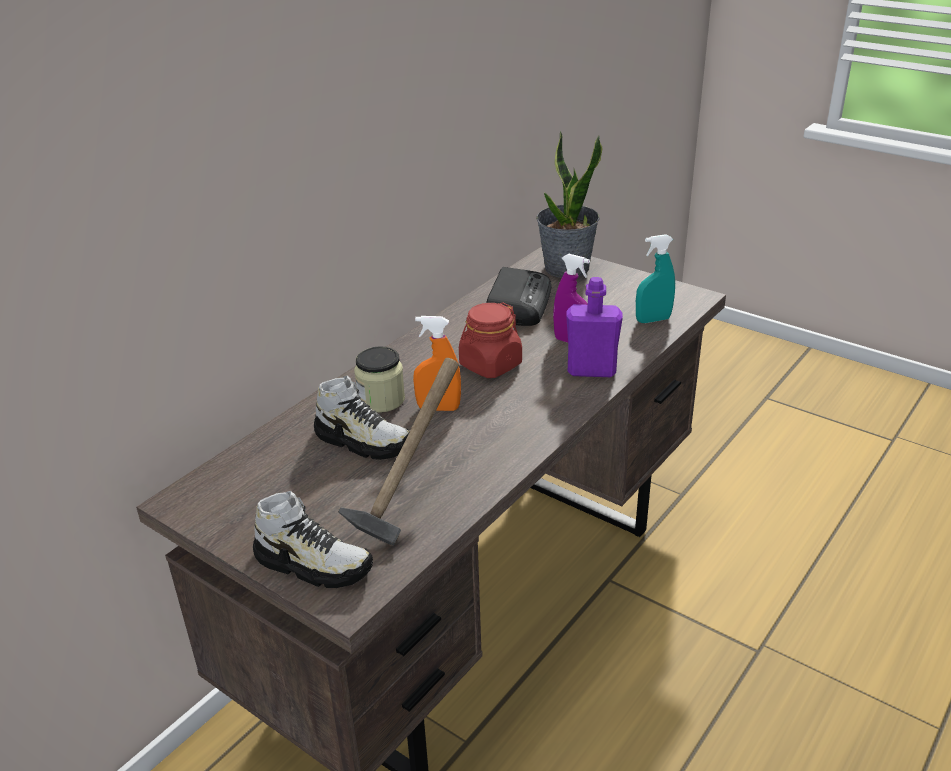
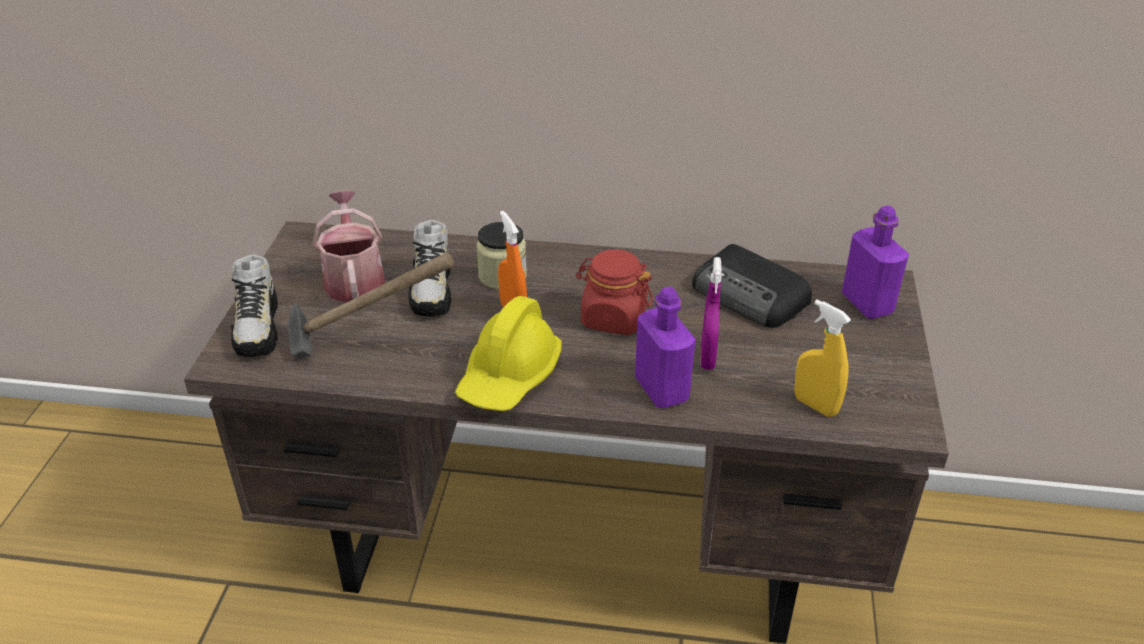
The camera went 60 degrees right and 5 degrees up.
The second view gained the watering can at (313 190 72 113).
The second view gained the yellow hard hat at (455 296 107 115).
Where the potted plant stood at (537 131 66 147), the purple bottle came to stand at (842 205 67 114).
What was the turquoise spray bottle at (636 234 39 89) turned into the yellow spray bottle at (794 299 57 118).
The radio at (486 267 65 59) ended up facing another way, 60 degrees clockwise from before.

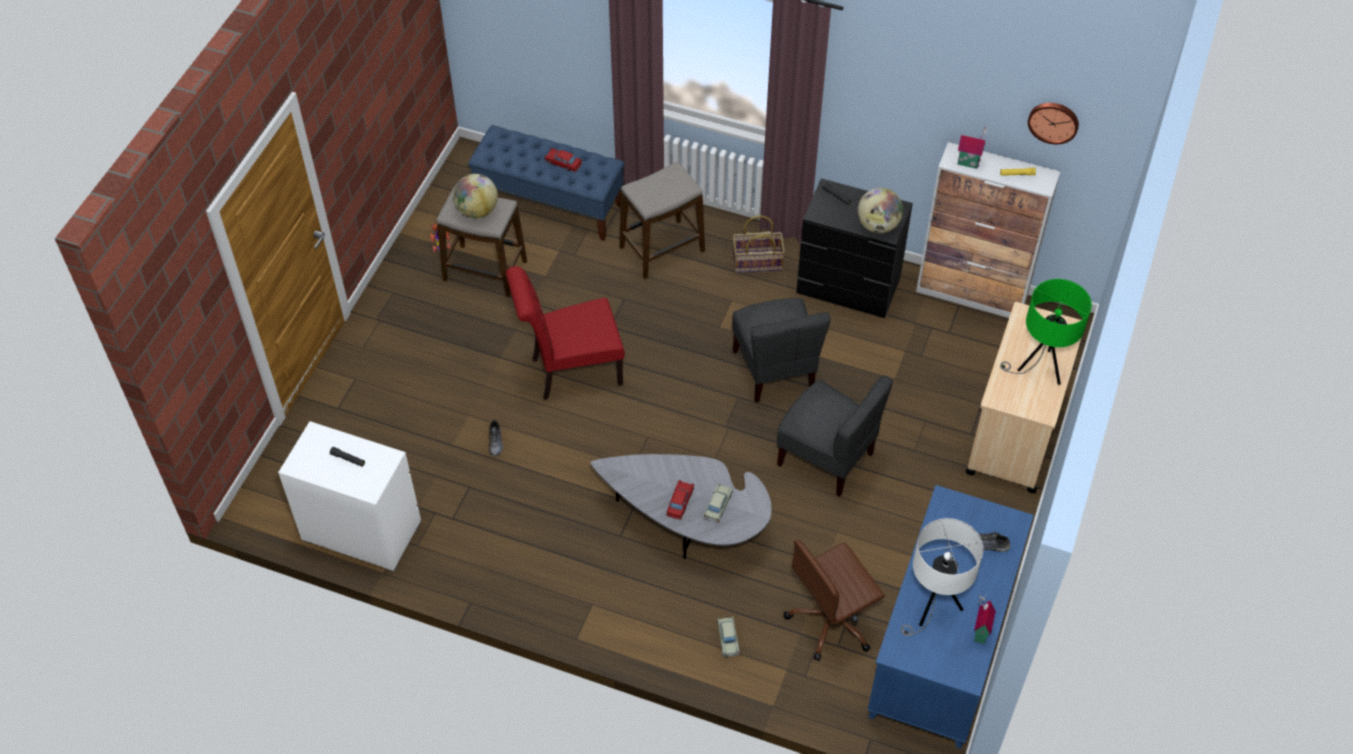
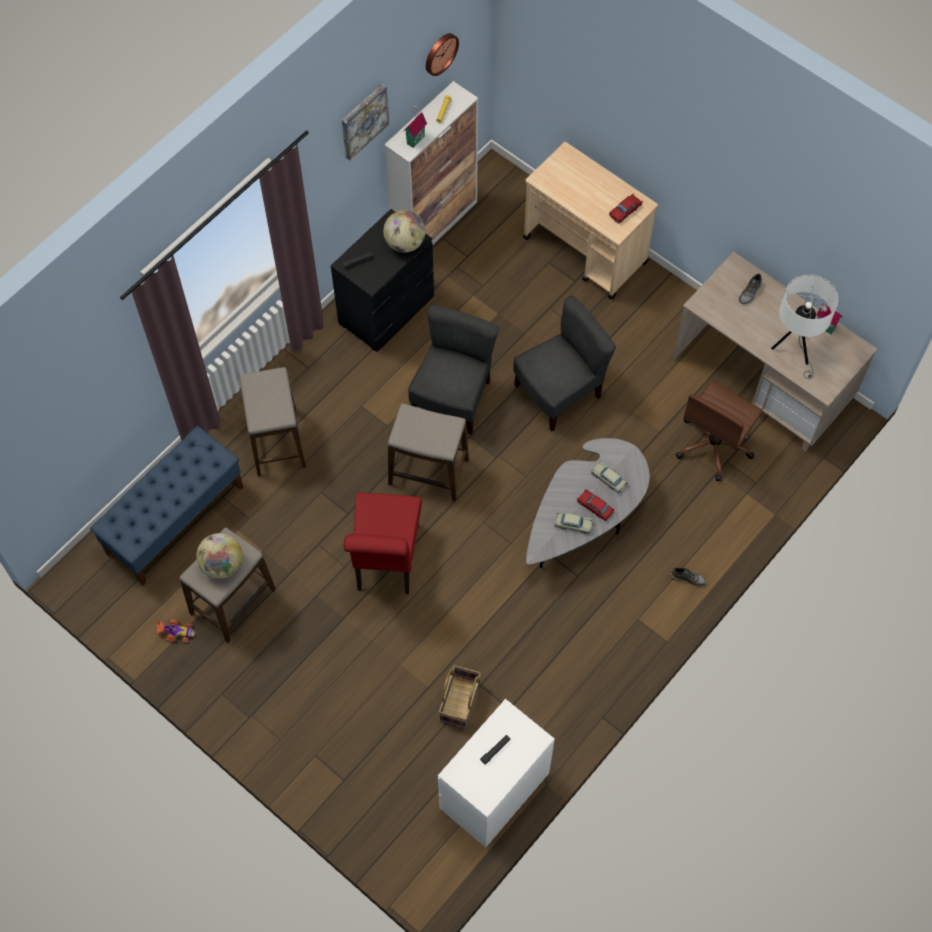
The camera went 70 degrees left and 10 degrees up.
The second view lost the green table lamp at (1000 279 92 106).
The second view gained the picture at (342 84 47 76).
The second view gained the stool at (388 403 81 99).
The grey shoe ended up elsewhere, having gone from (489 420 14 36) to (670 568 36 19).
The red toy car ended up elsewhere, having gone from (544 148 38 24) to (609 193 34 31).
The beige toy car ended up elsewhere, having gone from (717 616 23 41) to (555 512 38 22).
The basket ended up elsewhere, having gone from (733 215 52 58) to (439 665 42 63).
What was the blue desk at (868 485 166 264) turned into the beige desk at (673 252 204 200).
The grey chair at (732 298 99 105) ended up facing another way, 75 degrees counterclockwise from before.
The brown office chair at (784 539 101 122) ended up facing another way, 45 degrees clockwise from before.

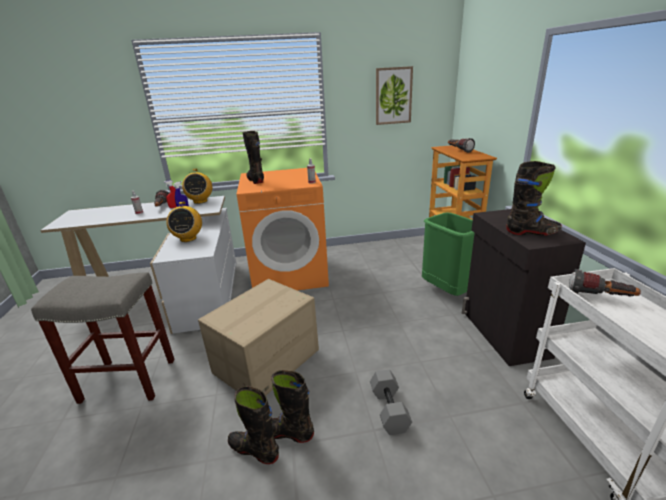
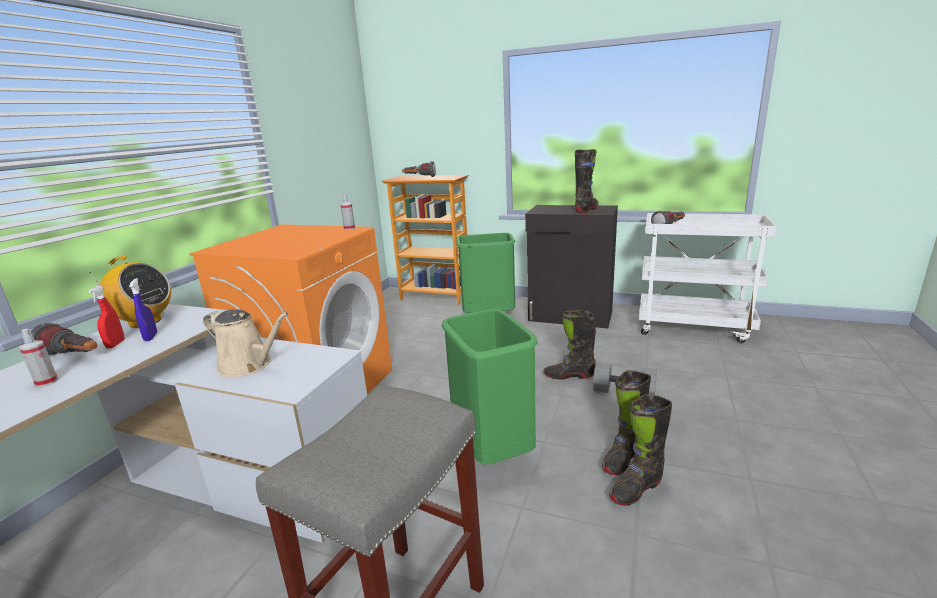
The camera went 60 degrees left and 5 degrees down.
The second view lost the picture at (376 66 37 59).
The black boot ended up elsewhere, having gone from (242 131 22 53) to (544 310 52 70).
Where the radio stood at (166 202 36 40), the beige watering can came to stand at (203 309 86 68).
Where the cardboard box stood at (198 279 121 116), the green trash can came to stand at (442 309 96 155).

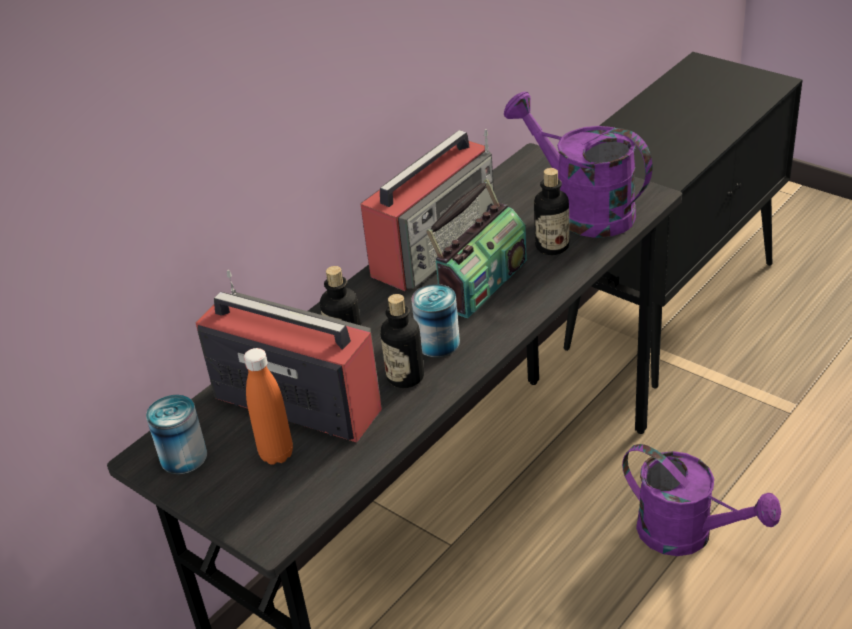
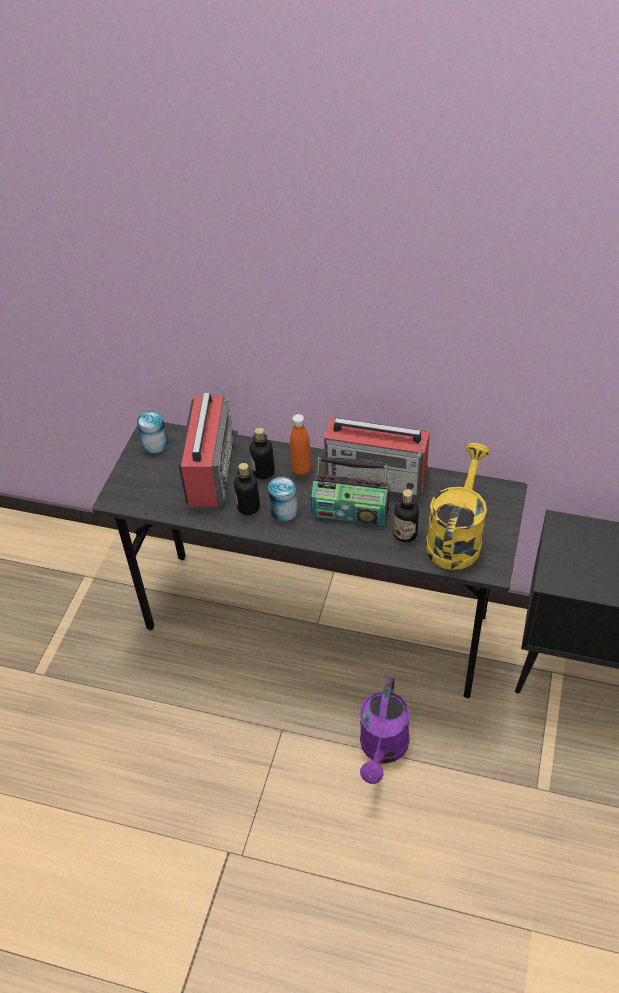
The camera went 65 degrees right and 10 degrees up.
The orange bottle ended up elsewhere, having gone from (244 348 49 117) to (290 414 21 62).
What was the purple watering can at (504 92 148 146) turned into the yellow watering can at (426 443 64 127).

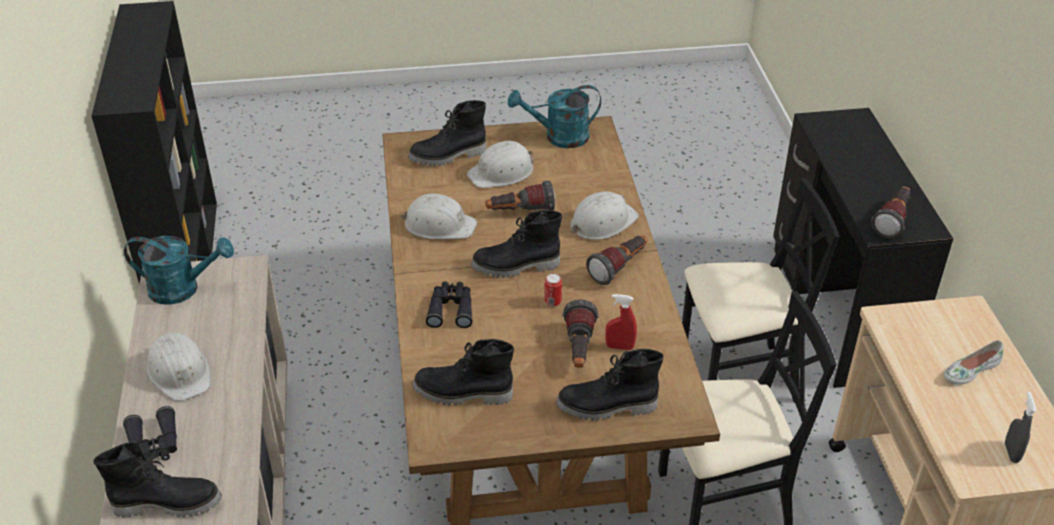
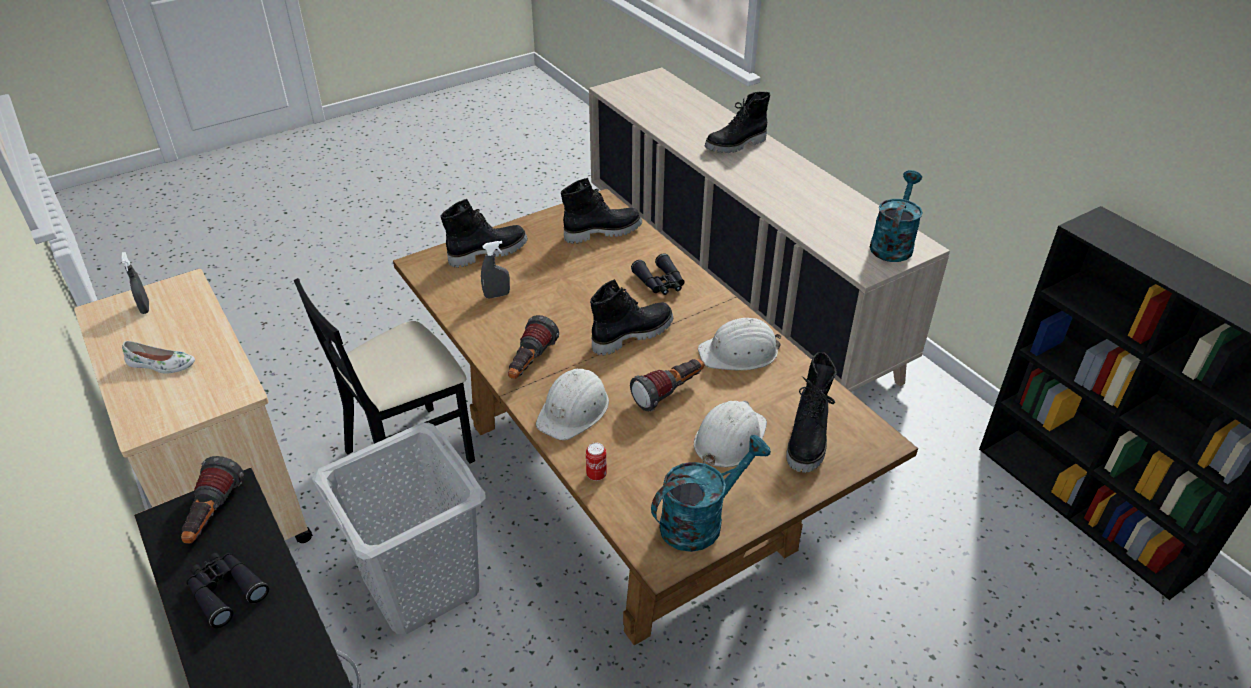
The camera went 155 degrees right and 0 degrees up.
The second view lost the white hard hat at (146 333 65 68).
The second view lost the flashlight at (562 300 37 68).
The black binoculars ended up elsewhere, having gone from (123 406 54 55) to (186 553 83 75).
The can ended up elsewhere, having gone from (544 274 18 33) to (586 443 21 38).
Where the black chair stood at (682 178 157 225), the grey laundry basket came to stand at (312 423 174 211).
What was the red spray bottle at (605 294 32 56) turned into the grey spray bottle at (481 241 29 58).
The turquoise watering can at (124 236 110 69) ended up facing another way, 135 degrees clockwise from before.
The black boot at (408 100 78 66) ended up facing another way, 150 degrees clockwise from before.
The white shoe at (944 340 59 45) ended up facing another way, 60 degrees clockwise from before.

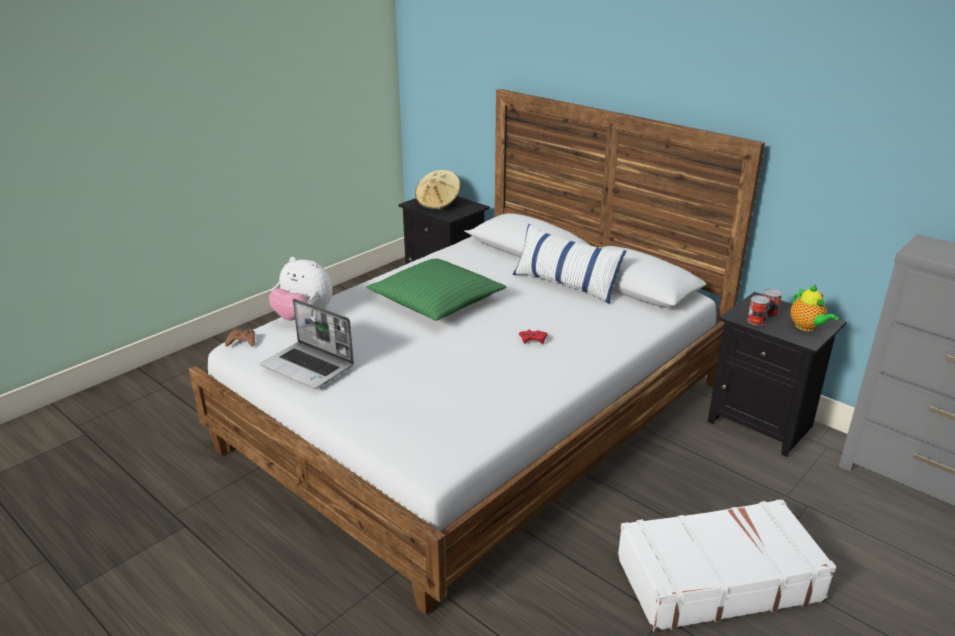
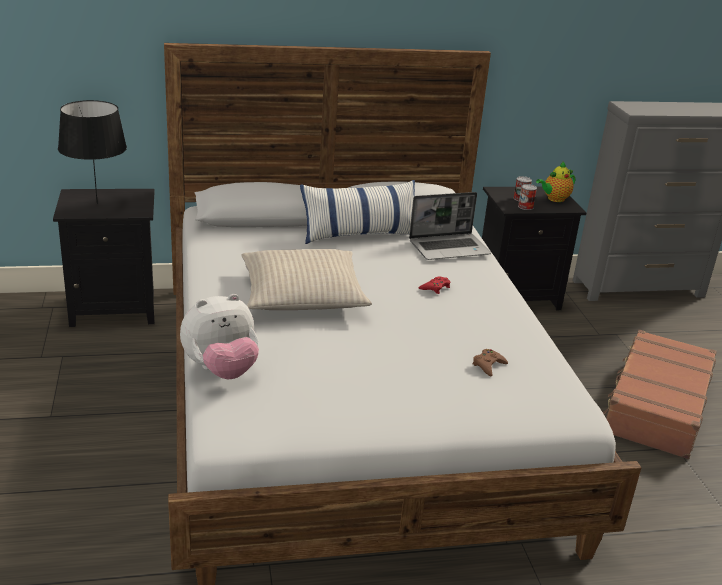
The camera went 55 degrees left and 0 degrees up.
The brown game controller ended up elsewhere, having gone from (225 329 30 18) to (473 349 35 27).
The laptop ended up elsewhere, having gone from (260 298 94 91) to (409 192 82 68).
Where the beige hat stood at (415 170 46 40), the black table lamp came to stand at (58 100 69 104).
What was the green pillow at (367 258 140 63) turned into the beige pillow at (241 249 131 61).
What was the white suitcase at (617 499 219 133) turned into the brown suitcase at (603 330 114 129).
The teapot at (790 284 48 47) ended up facing another way, 135 degrees clockwise from before.

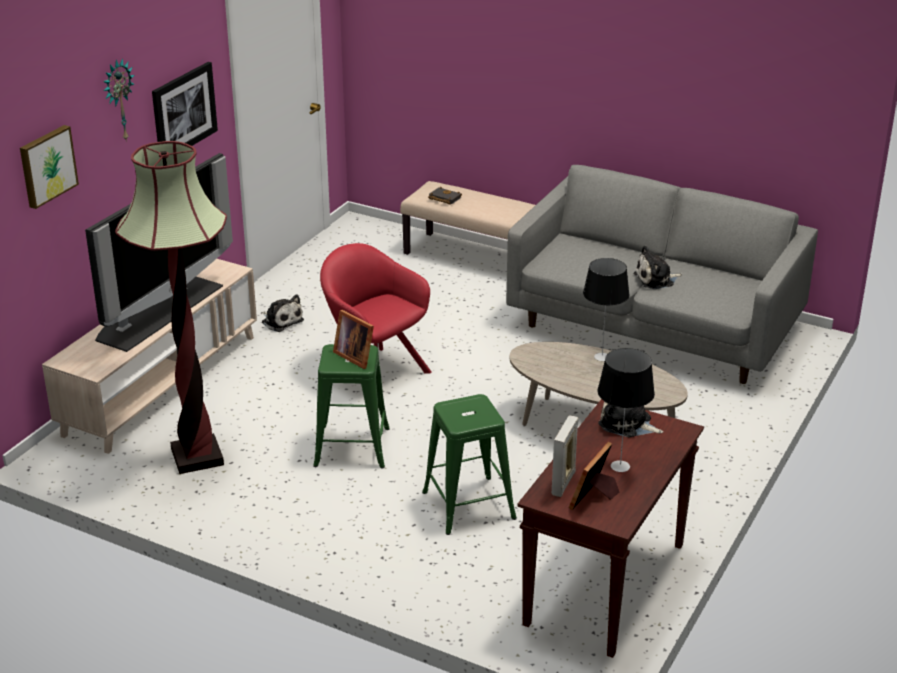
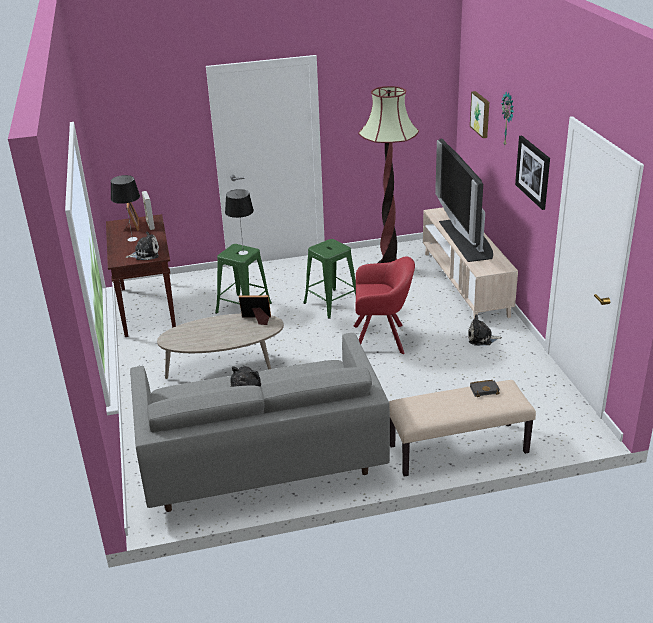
The camera went 140 degrees right and 0 degrees up.
The picture frame ended up elsewhere, having gone from (333 310 41 59) to (239 295 32 30).
The table lamp ended up elsewhere, having gone from (583 258 46 103) to (225 189 29 66).

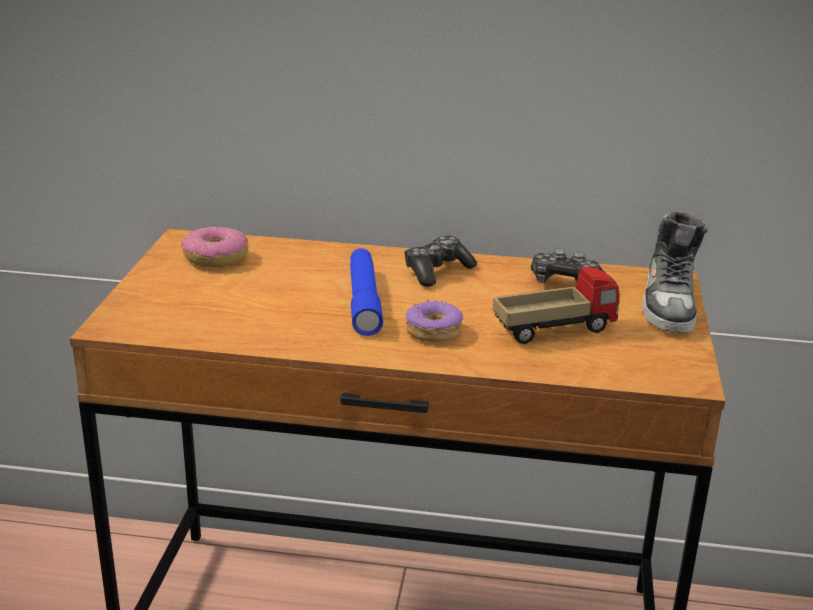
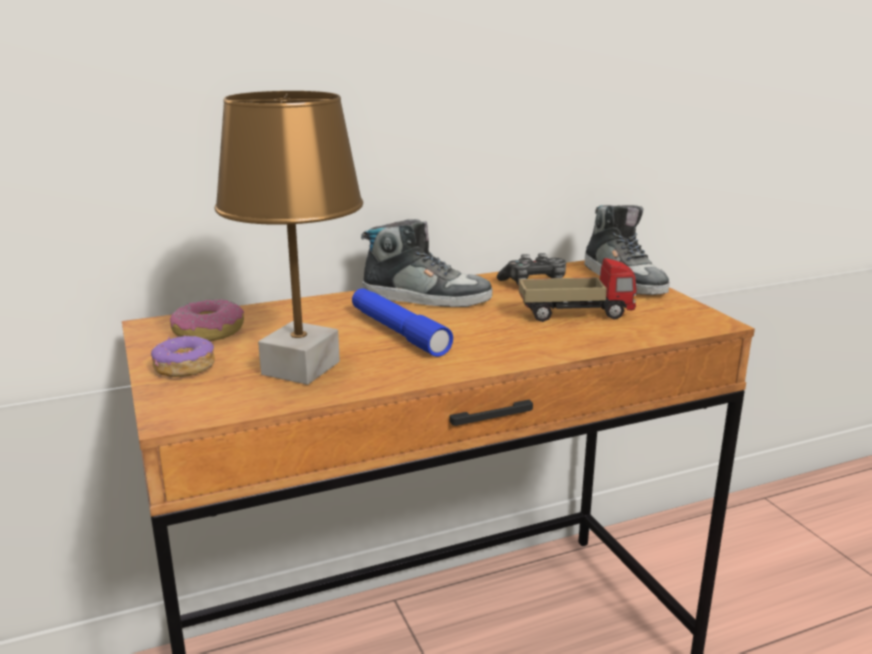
The camera went 30 degrees left and 5 degrees down.
The second view gained the brown table lamp at (215 91 148 294).
The donut ended up elsewhere, having gone from (406 299 57 43) to (151 335 64 42).
Where the game controller stood at (404 236 73 51), the shoe came to stand at (361 219 131 88).
The toy truck at (493 267 127 77) ended up facing another way, 45 degrees clockwise from before.

